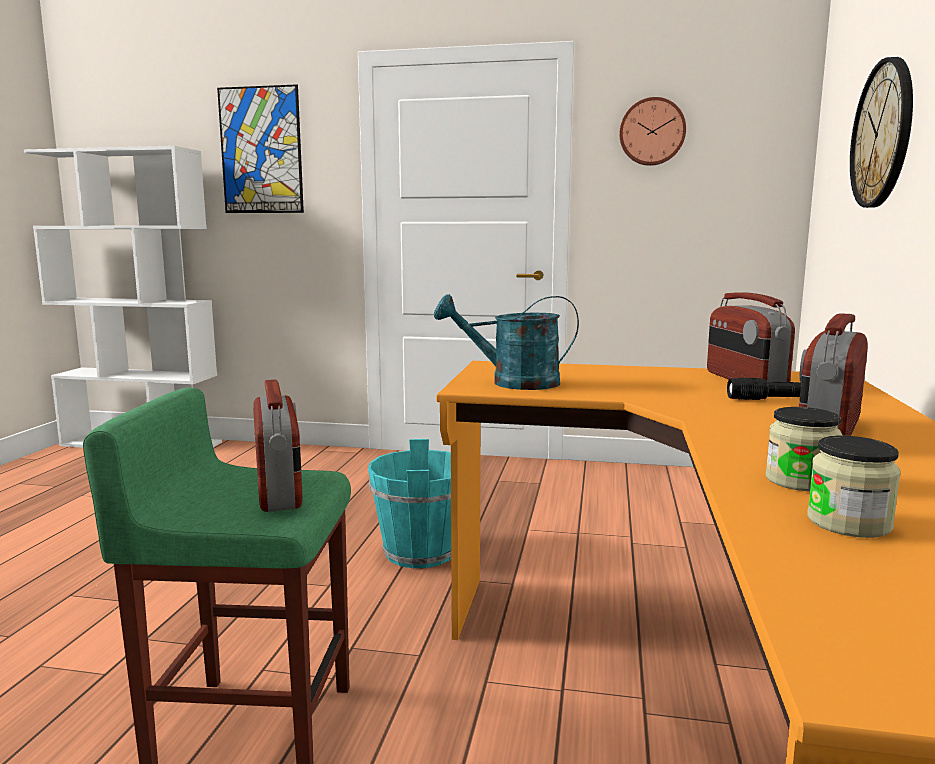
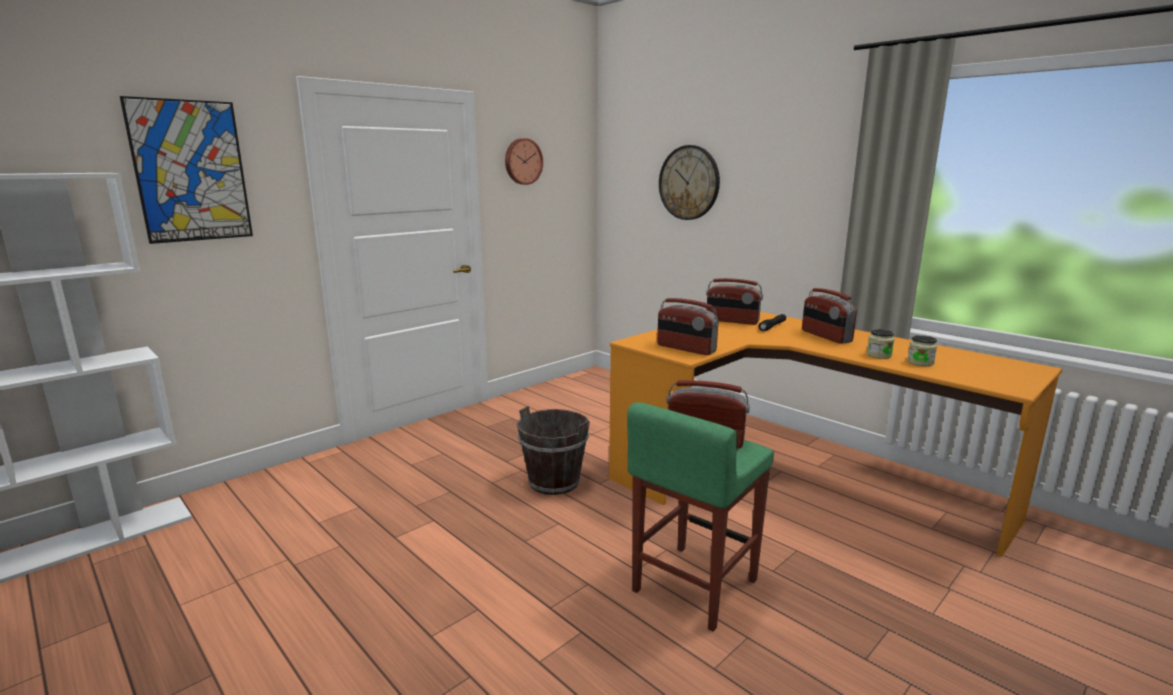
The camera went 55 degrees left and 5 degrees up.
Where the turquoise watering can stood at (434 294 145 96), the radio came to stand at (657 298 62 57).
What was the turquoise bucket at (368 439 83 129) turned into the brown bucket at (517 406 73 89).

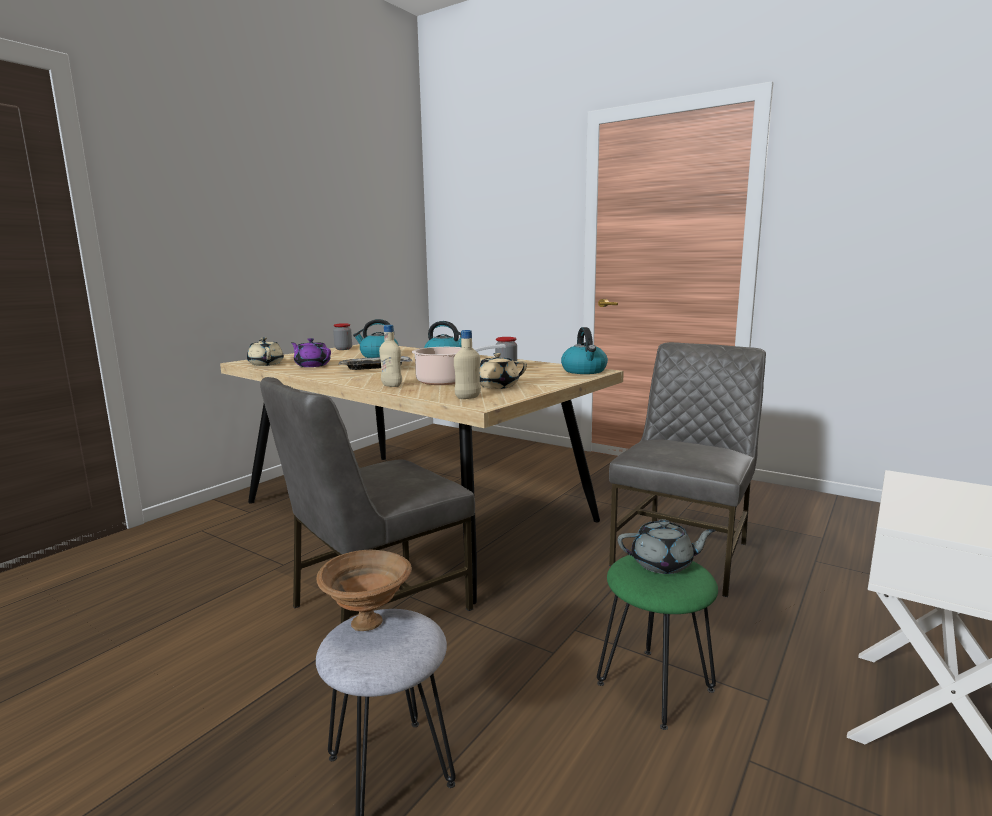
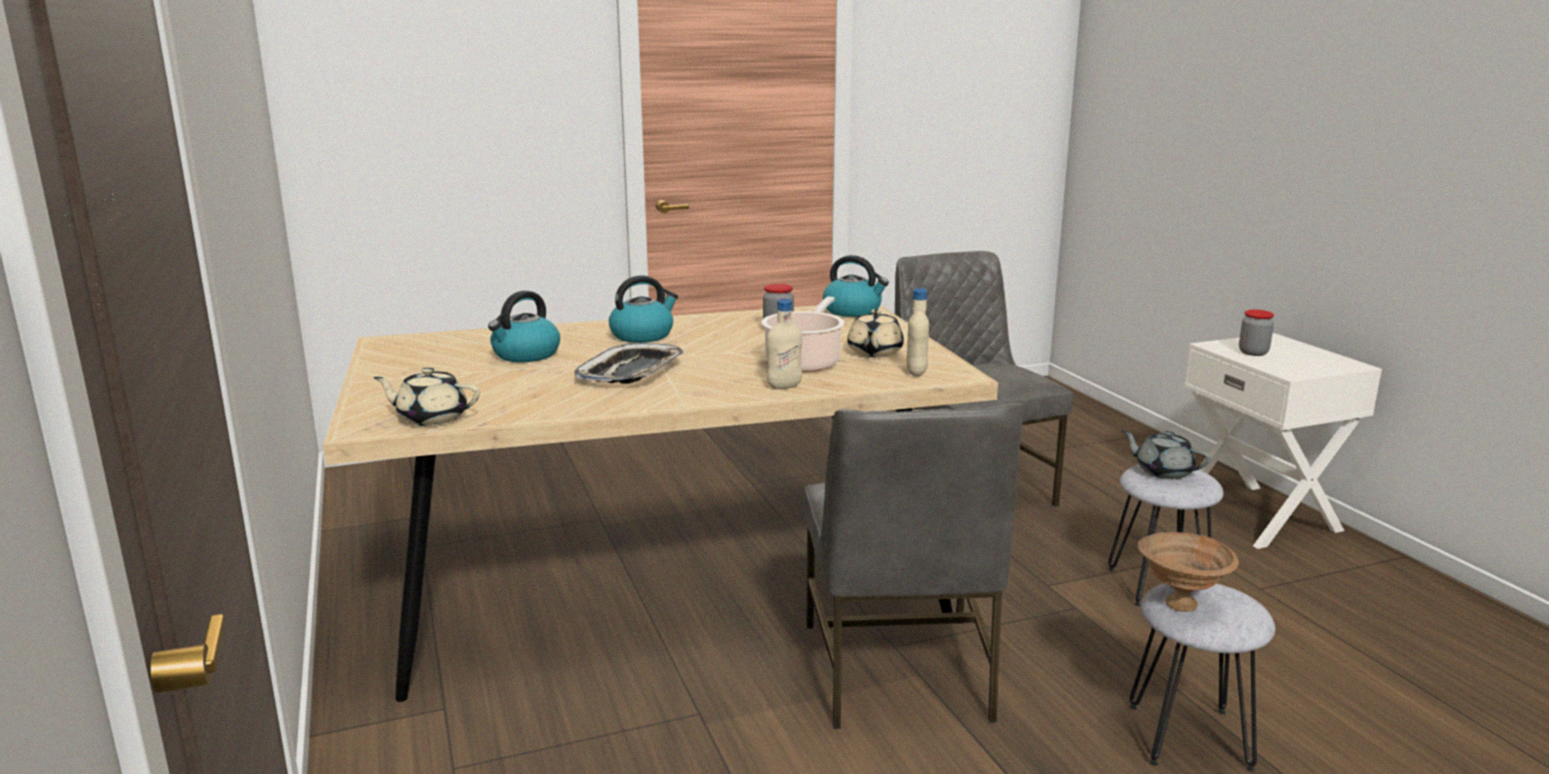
The camera went 55 degrees left and 5 degrees up.
The second view lost the purple teapot at (291 338 40 29).
The jar ended up elsewhere, having gone from (333 323 19 27) to (1239 310 35 46).
What was the green stool at (597 555 121 175) turned into the grey stool at (1108 465 116 141).
The grey teapot at (618 519 98 55) ended up facing another way, 90 degrees counterclockwise from before.

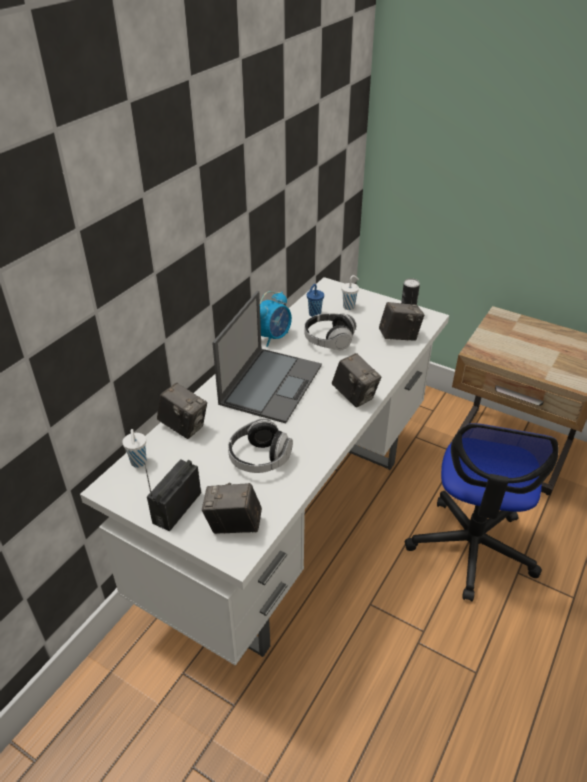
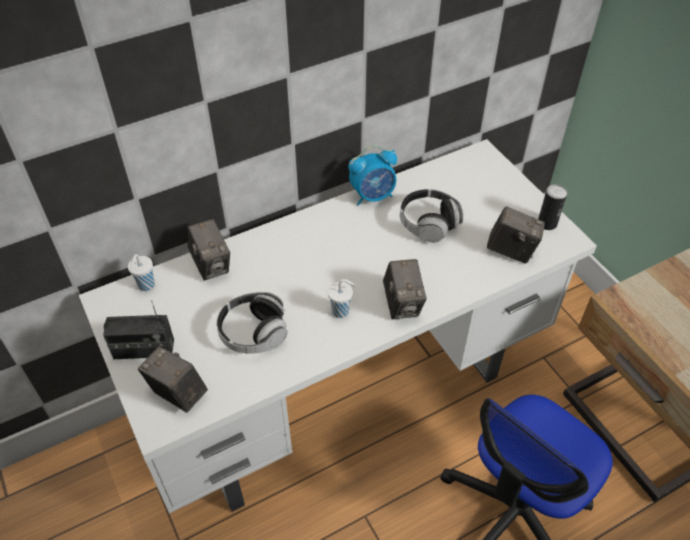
The camera went 30 degrees right and 10 degrees up.
The second view lost the laptop at (212 291 110 133).
The second view lost the blue cup at (307 284 17 33).
The white cup ended up elsewhere, having gone from (342 275 17 35) to (328 279 27 39).
The radio at (144 459 57 72) ended up facing another way, 150 degrees counterclockwise from before.

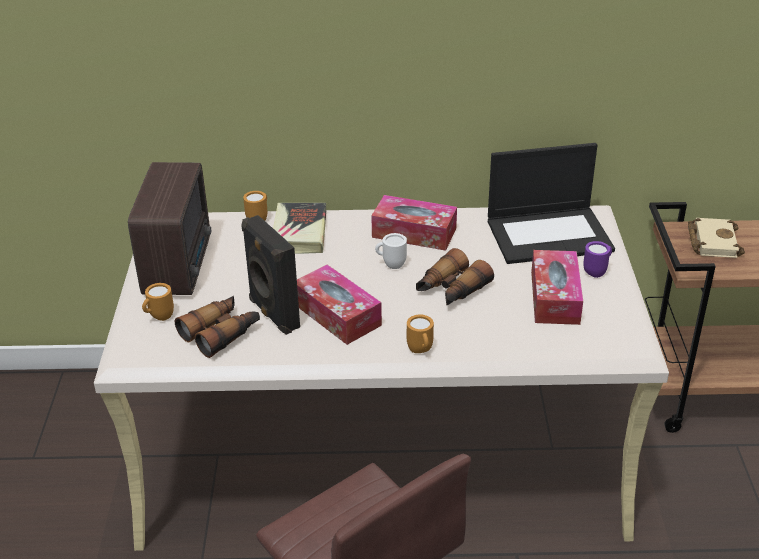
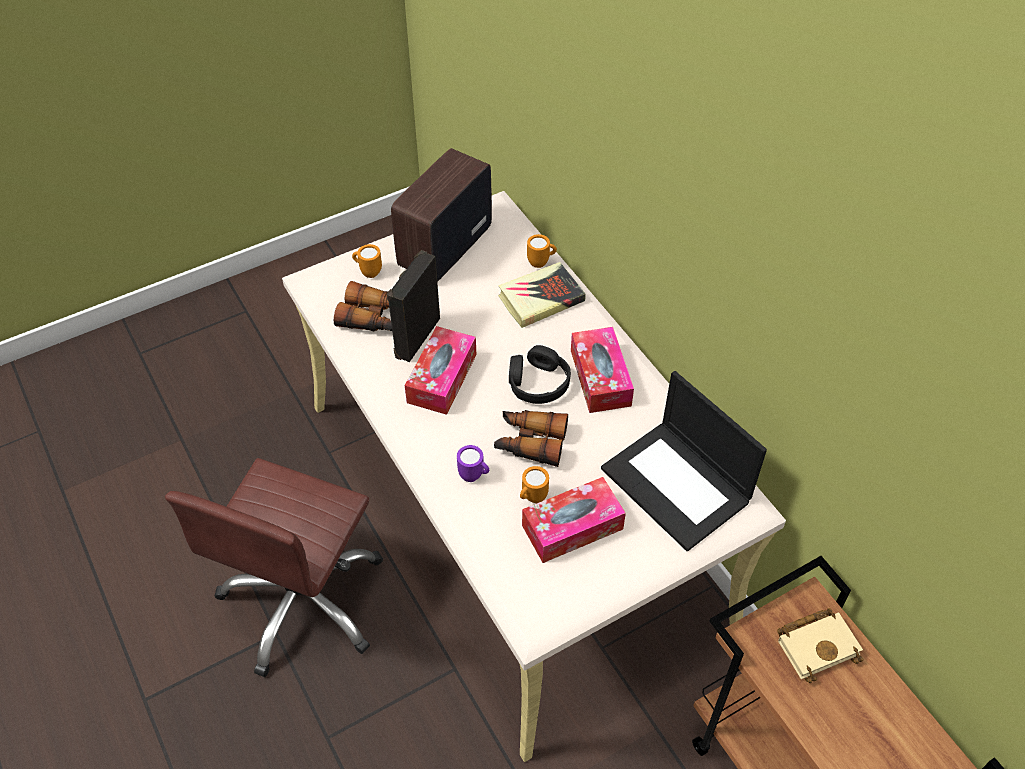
The camera went 60 degrees right and 15 degrees up.
The orange mug ended up elsewhere, having gone from (407 314 27 39) to (520 466 29 37).
The purple mug ended up elsewhere, having gone from (583 241 29 37) to (457 445 32 37).
Where the white mug stood at (375 233 32 36), the black headphones came to stand at (509 345 62 59).
The radio at (128 162 83 133) ended up facing another way, 150 degrees clockwise from before.

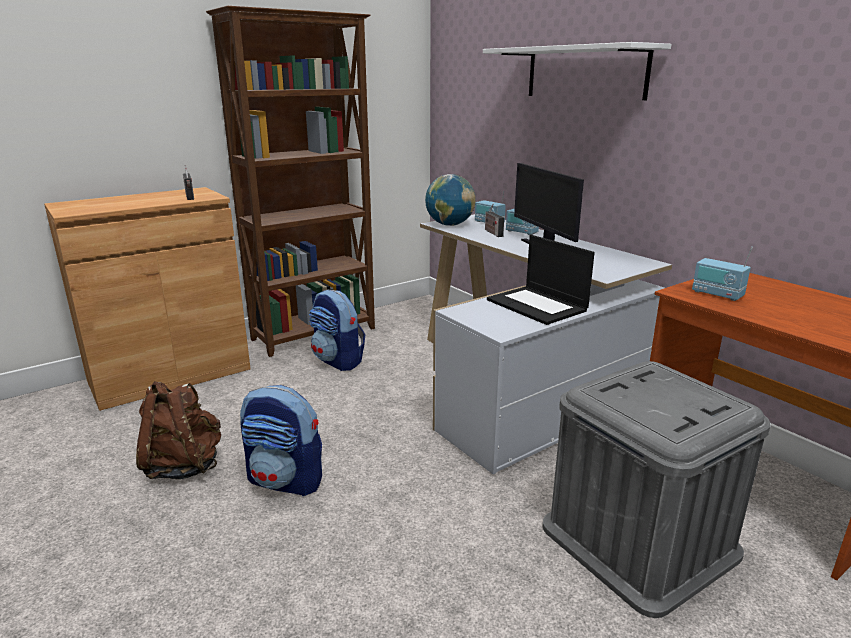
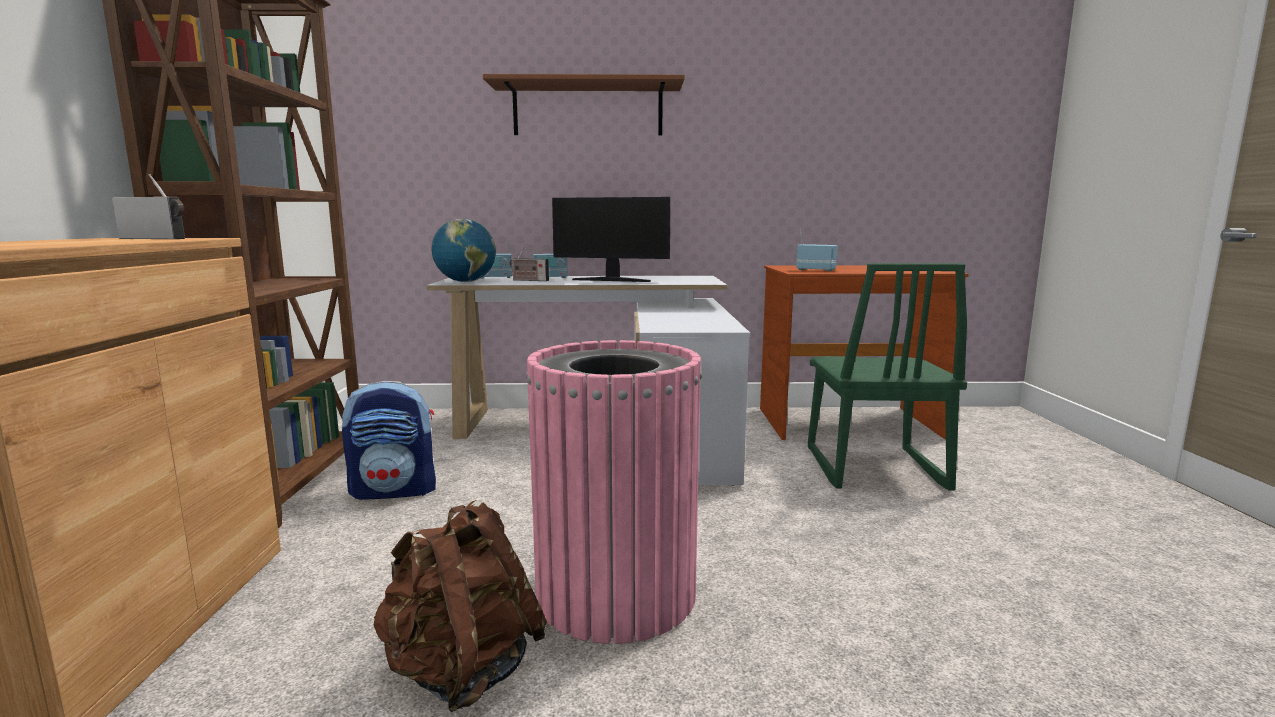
The camera went 55 degrees left and 10 degrees down.
The second view lost the laptop at (487 235 108 90).
Where the backpack stood at (240 385 82 111), the pink trash can came to stand at (526 340 177 304).
Where the grey storage box stood at (543 361 228 257), the green chair came to stand at (808 263 159 227).
What was the white shelf at (483 42 189 58) turned into the brown shelf at (483 74 202 62).
The radio at (692 247 61 54) ended up facing another way, 135 degrees counterclockwise from before.

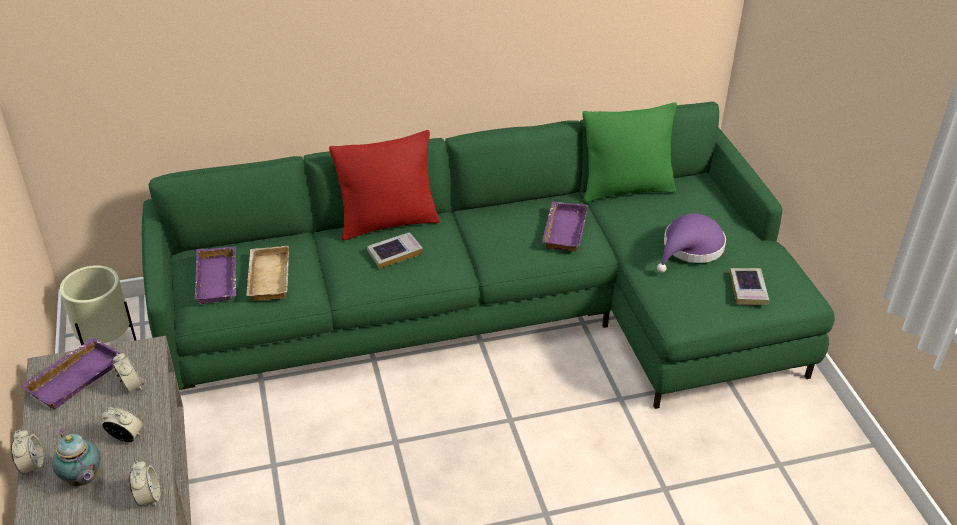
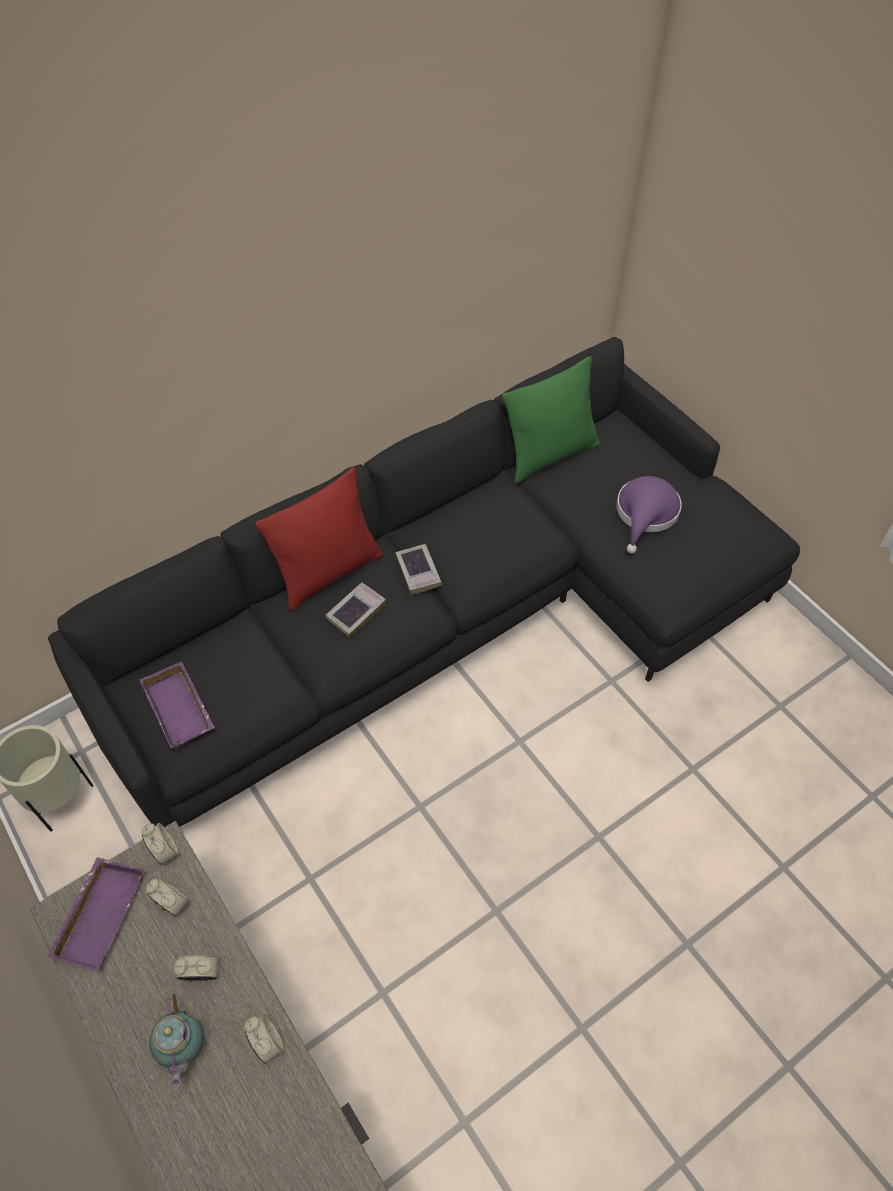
The camera went 20 degrees left and 15 degrees up.
The second view lost the beige tray at (246 246 43 55).
The second view lost the purple tray at (542 201 46 51).
The alarm clock ended up elsewhere, having gone from (11 430 33 44) to (141 823 38 42).
The book ended up elsewhere, having gone from (730 268 39 37) to (395 544 47 51).
What was the green sofa at (142 101 693 308) turned into the black sofa at (48 337 752 490).
The teapot at (52 429 49 57) ended up facing another way, 45 degrees clockwise from before.

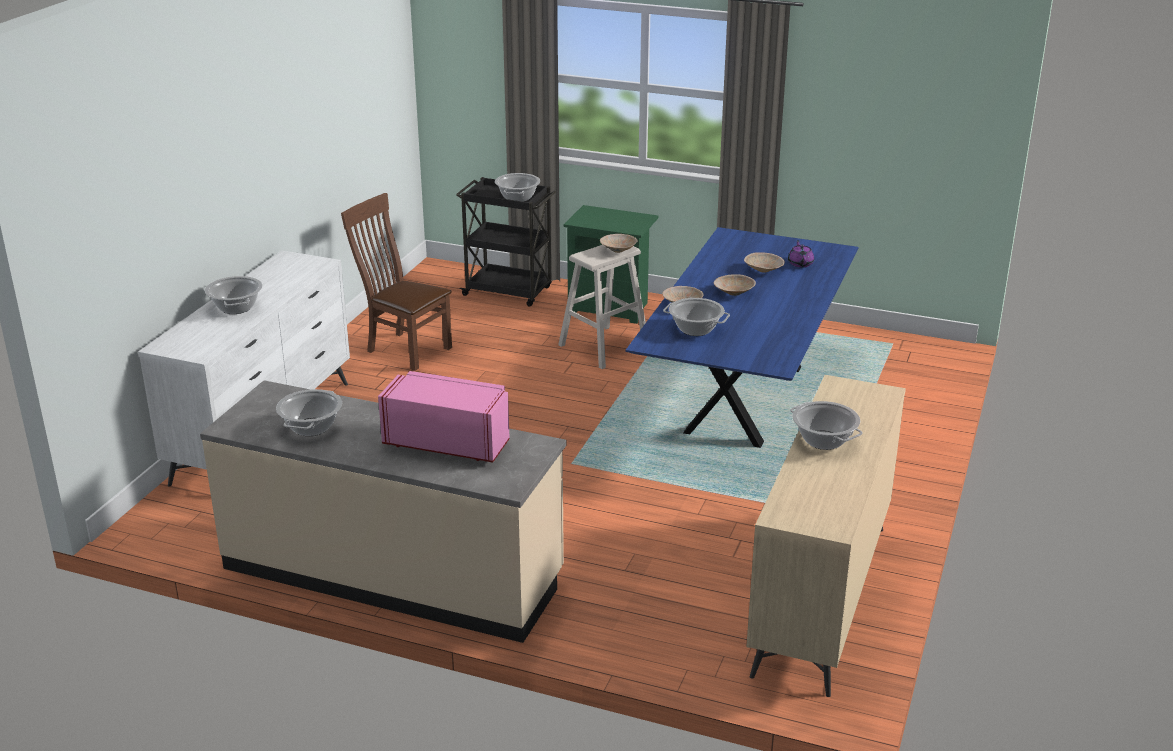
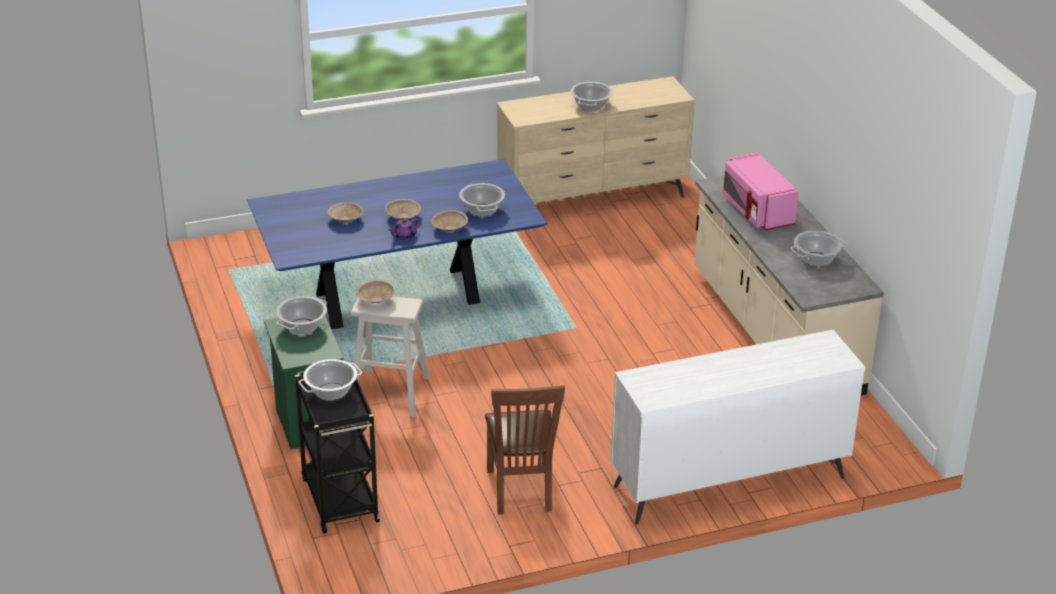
The camera went 130 degrees left and 5 degrees up.
The cooking pot ended up elsewhere, having gone from (205 276 57 38) to (276 296 51 38).
The purple teapot ended up elsewhere, having gone from (788 240 26 27) to (388 218 31 22).

